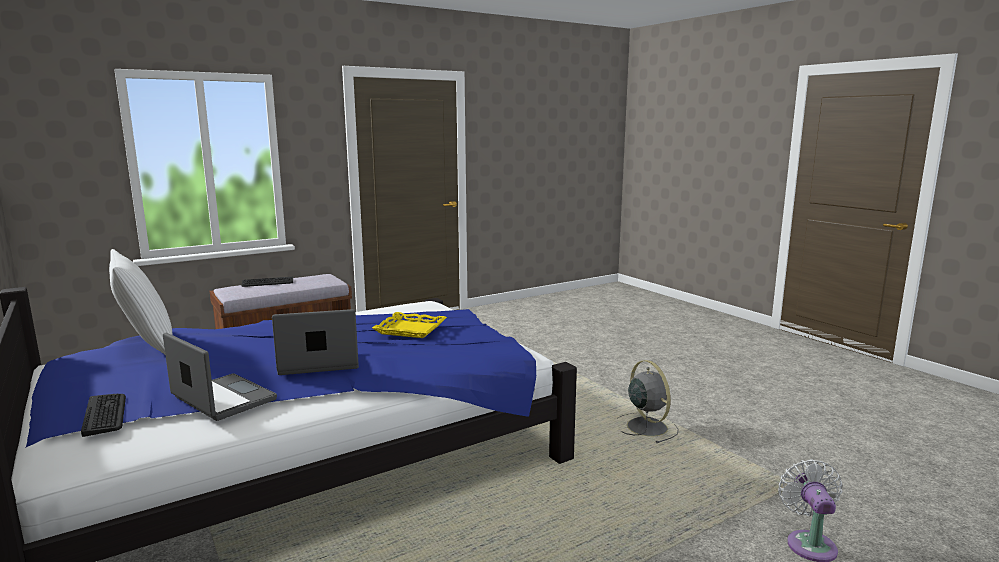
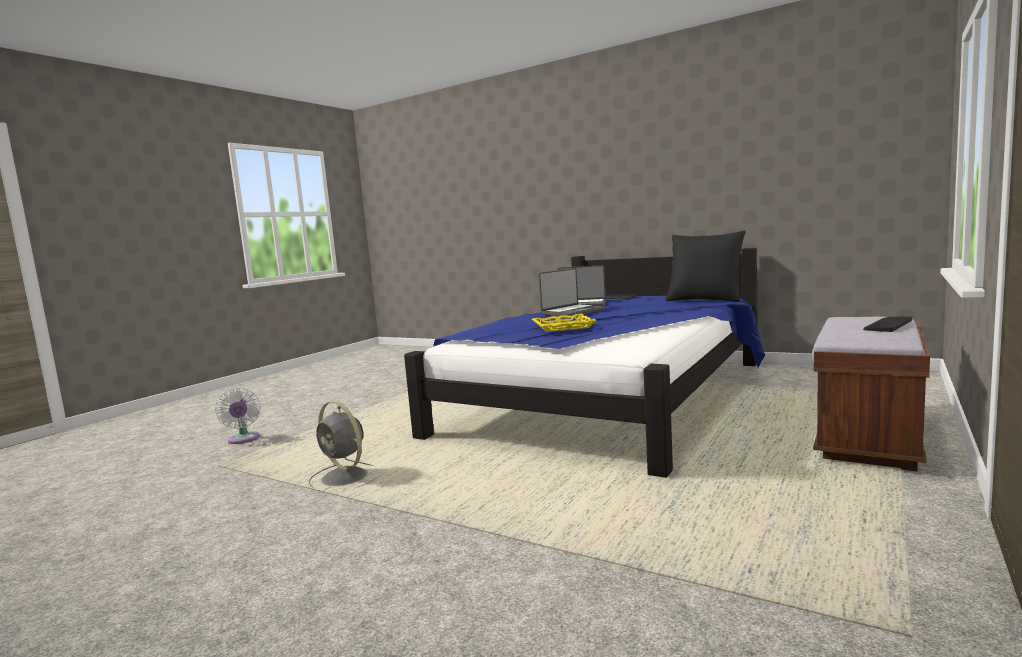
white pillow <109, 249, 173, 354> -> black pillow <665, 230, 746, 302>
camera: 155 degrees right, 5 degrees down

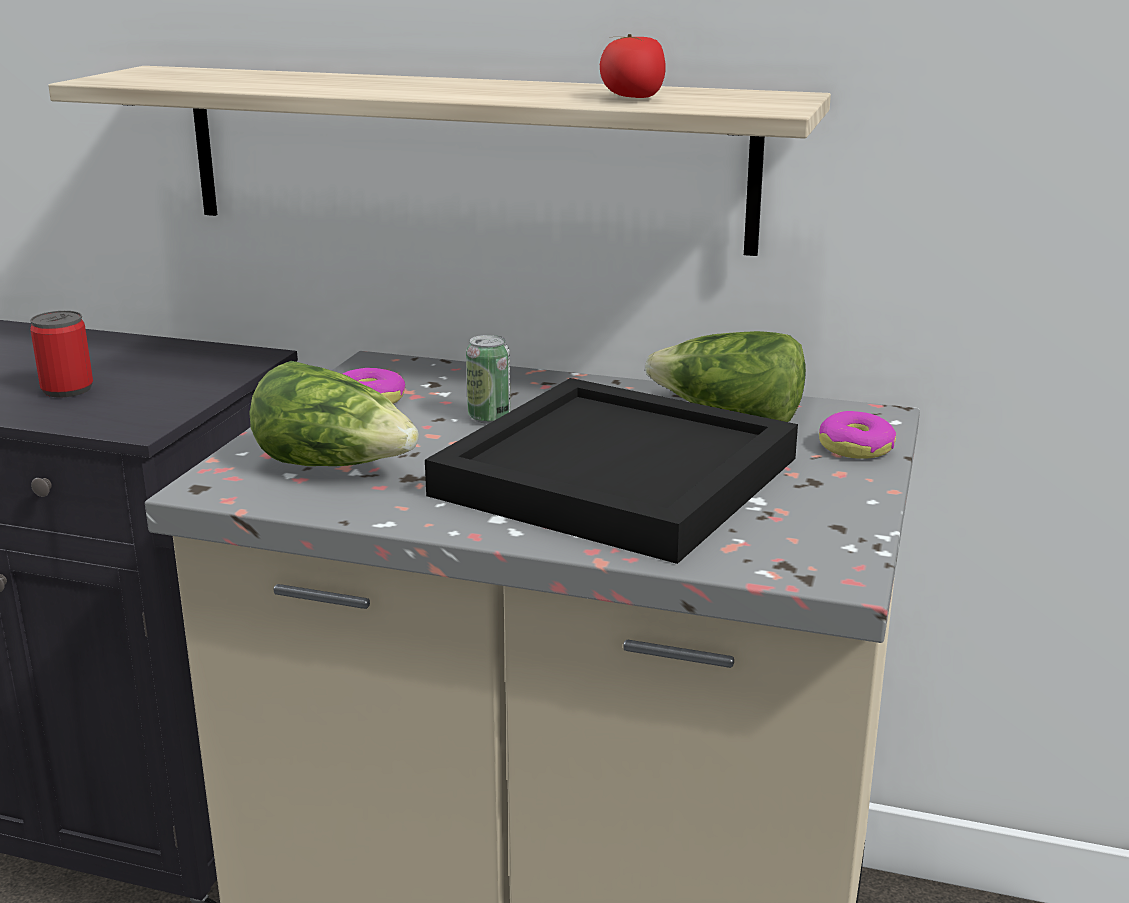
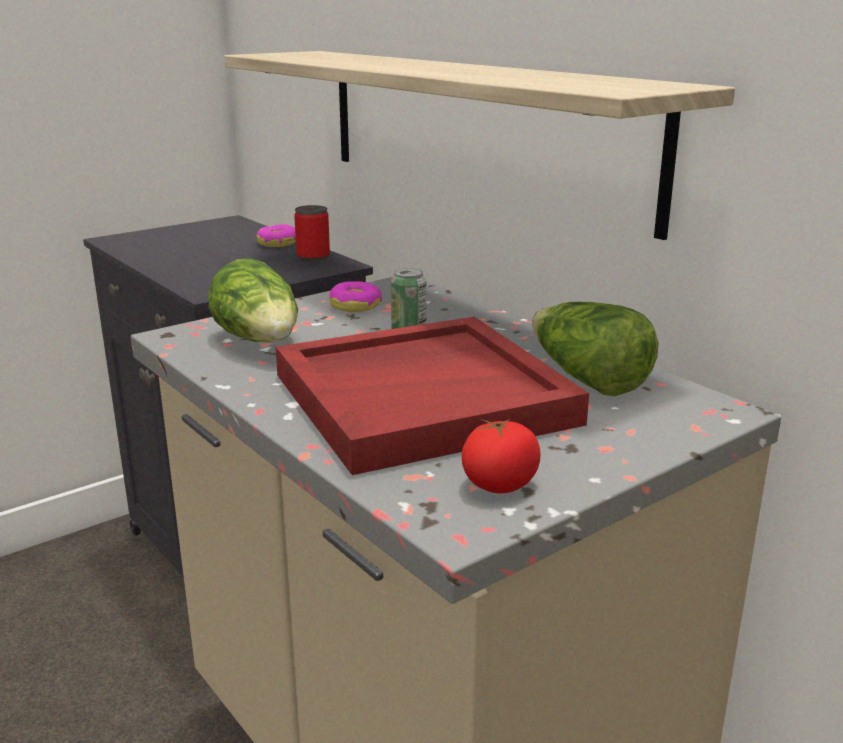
can <30, 311, 93, 398> -> can <294, 205, 330, 262>, move
black tray <425, 378, 798, 564> -> red tray <276, 317, 589, 475>
tomato <600, 34, 666, 98> -> tomato <461, 419, 540, 493>, move
donut <819, 411, 896, 459> -> donut <256, 224, 296, 247>, move
camera: 35 degrees right, 0 degrees up

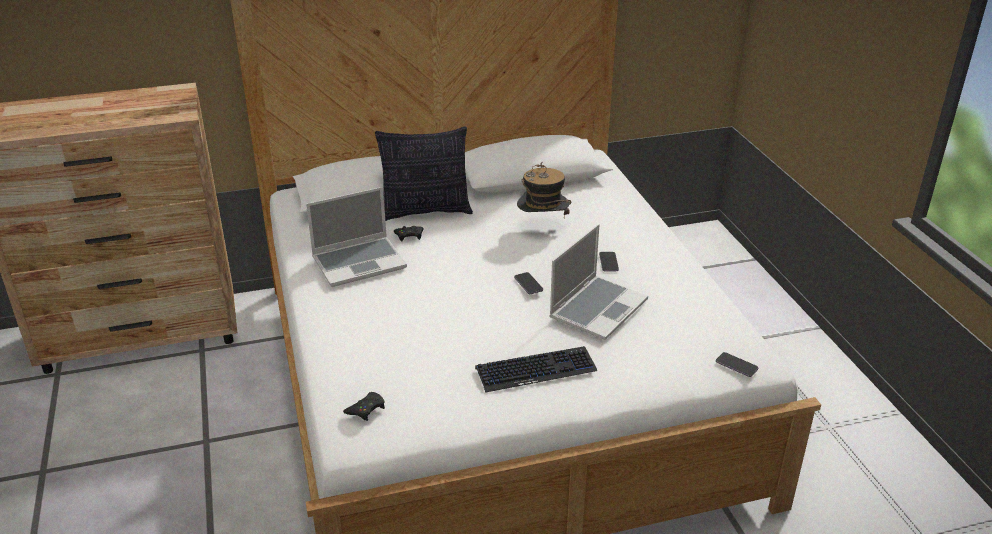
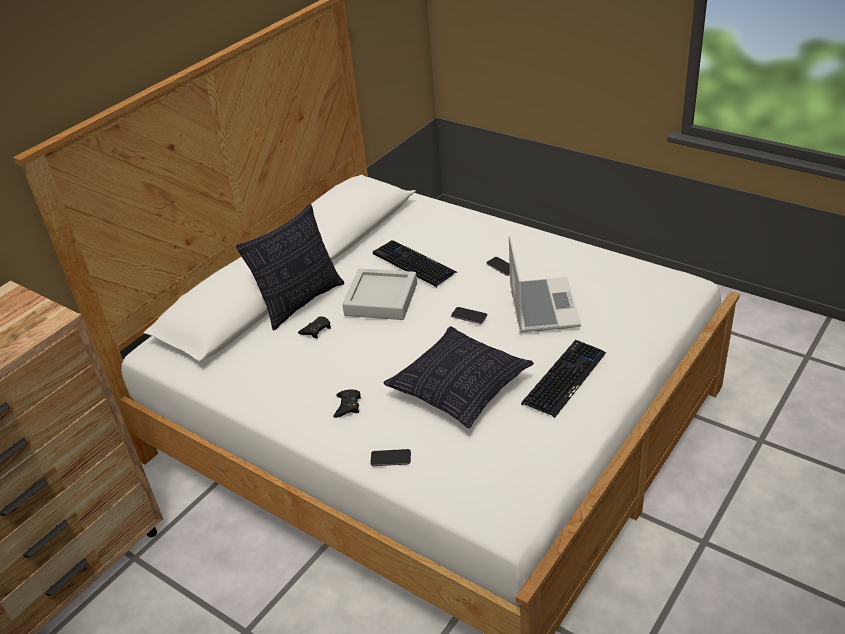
laptop <306, 187, 407, 287> -> none
black game controller <343, 392, 385, 421> -> black game controller <333, 390, 361, 418>, move
hat <517, 162, 571, 218> -> keyboard <373, 240, 457, 287>
phone <716, 352, 758, 377> -> phone <371, 449, 411, 466>, move
none -> grey tray <342, 268, 417, 320>
none -> pillow <383, 326, 534, 428>
camera: 35 degrees left, 5 degrees up

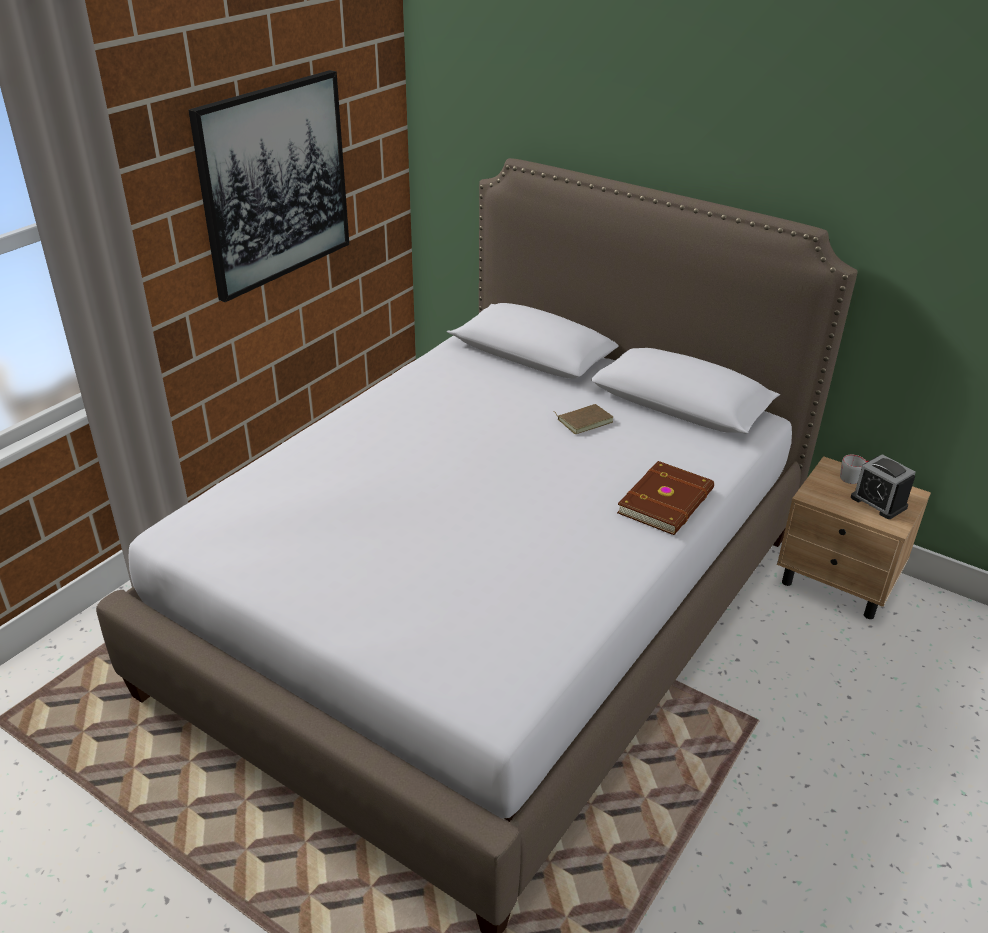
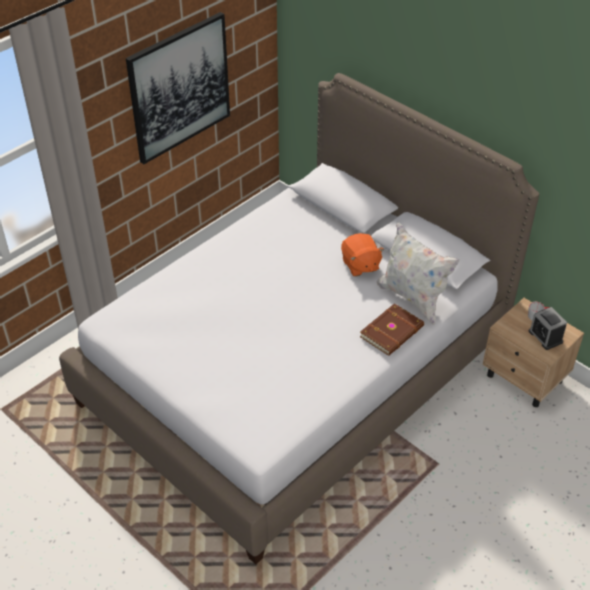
brown book <553, 404, 613, 434> -> orange plush toy <341, 233, 384, 276>
none -> white pillow <376, 222, 460, 325>
camera: 10 degrees right, 10 degrees up

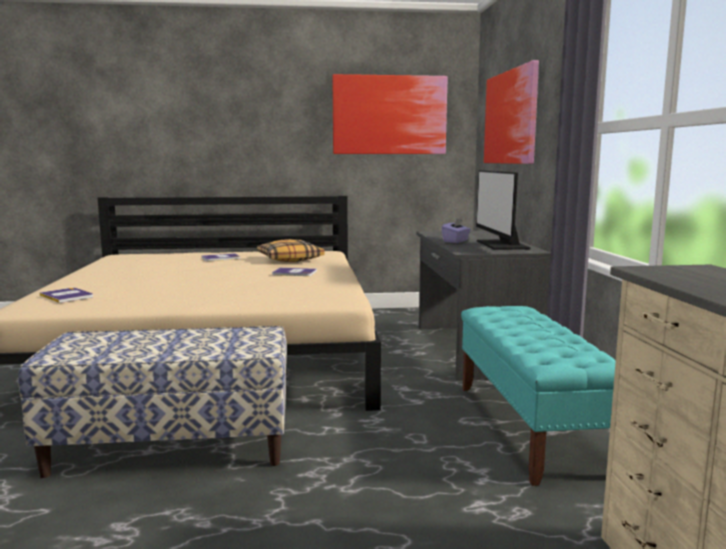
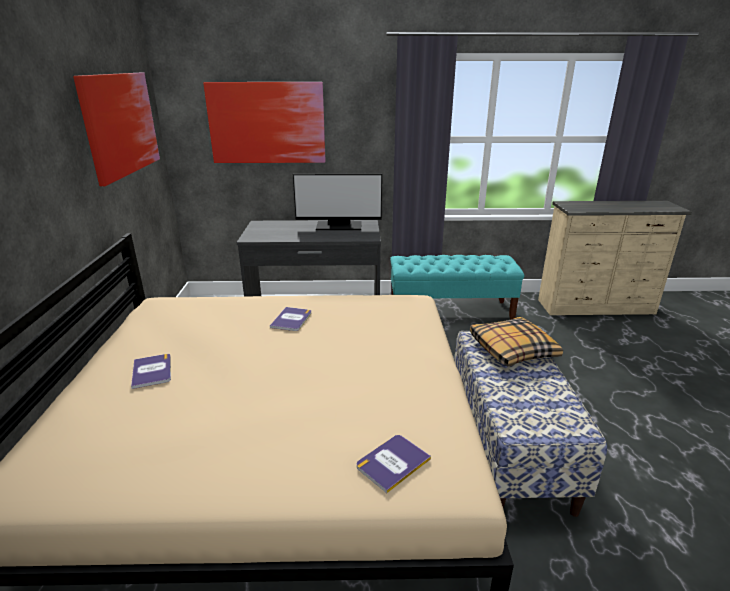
pillow <257, 239, 325, 262> -> pillow <470, 317, 563, 367>, move
purple tissue box <442, 218, 471, 243> -> none
camera: 85 degrees left, 15 degrees up

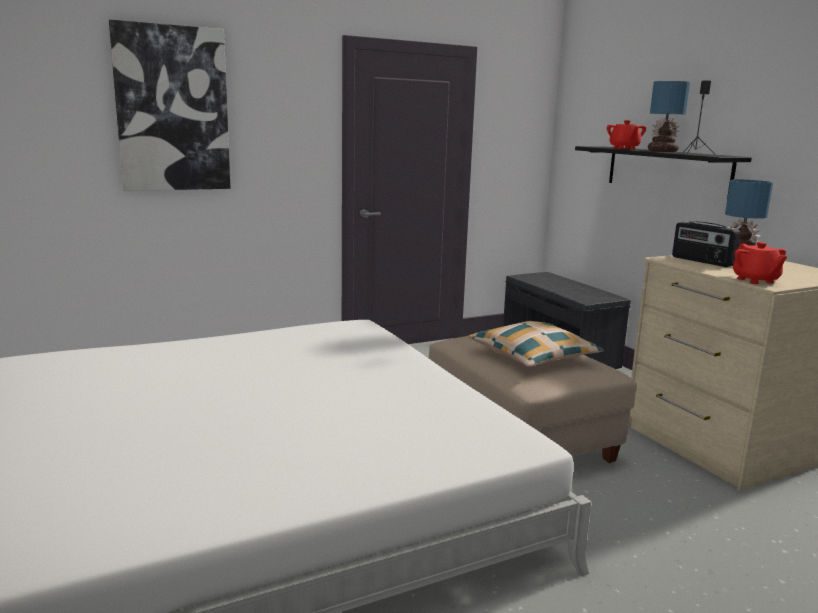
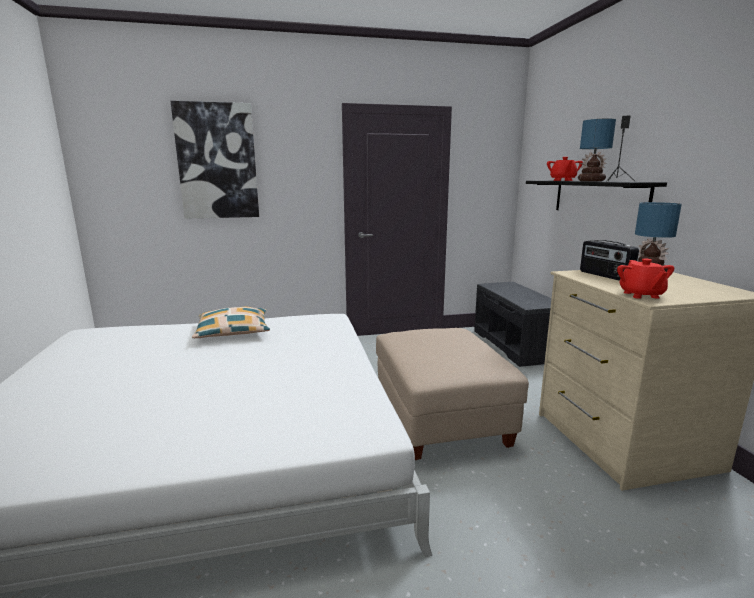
pillow <468, 321, 604, 367> -> pillow <192, 306, 270, 338>, move
camera: 15 degrees right, 0 degrees up

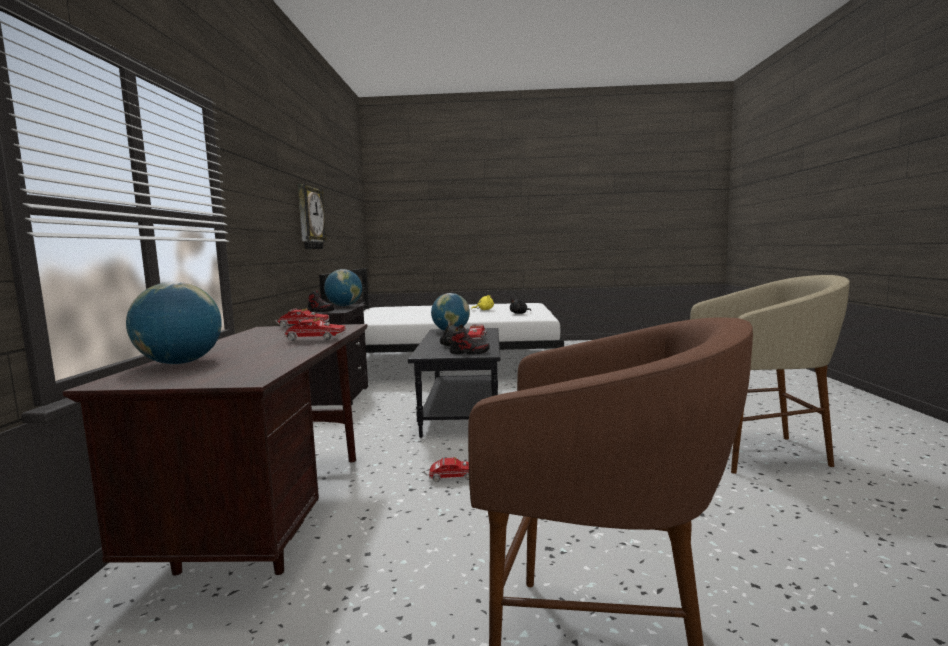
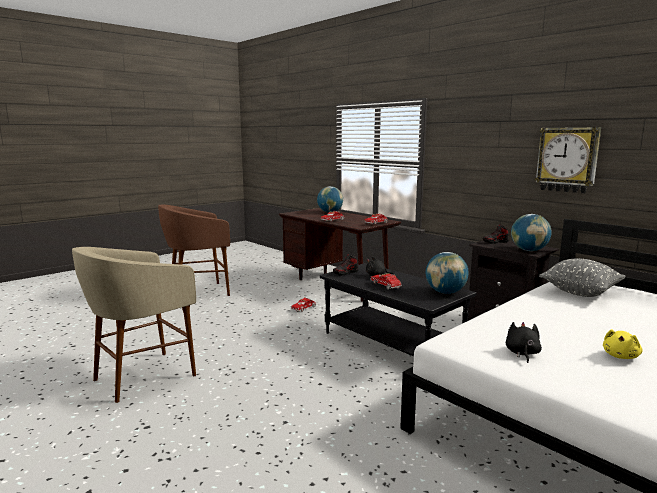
none -> grey pillow <539, 258, 626, 297>
camera: 135 degrees right, 5 degrees up

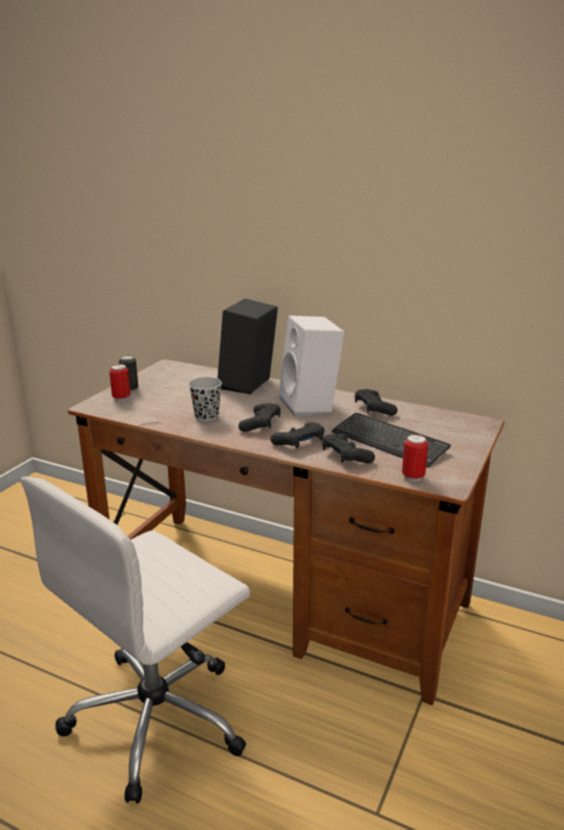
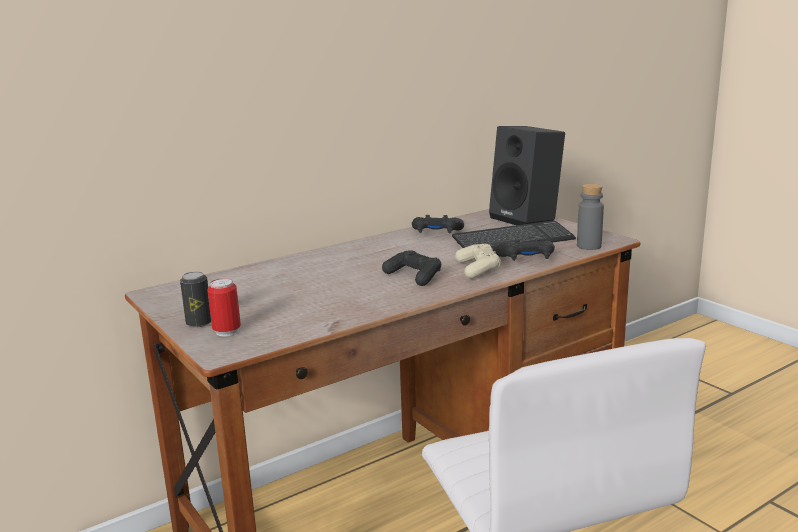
black cup <189, 377, 222, 421> -> none
black speaker <217, 299, 278, 394> -> black speaker <489, 126, 565, 225>, move
black game controller <271, 422, 324, 449> -> beige game controller <455, 244, 501, 279>
white speaker <279, 315, 344, 417> -> none
can <402, 434, 428, 482> -> grey bottle <577, 184, 604, 250>
camera: 60 degrees left, 5 degrees down

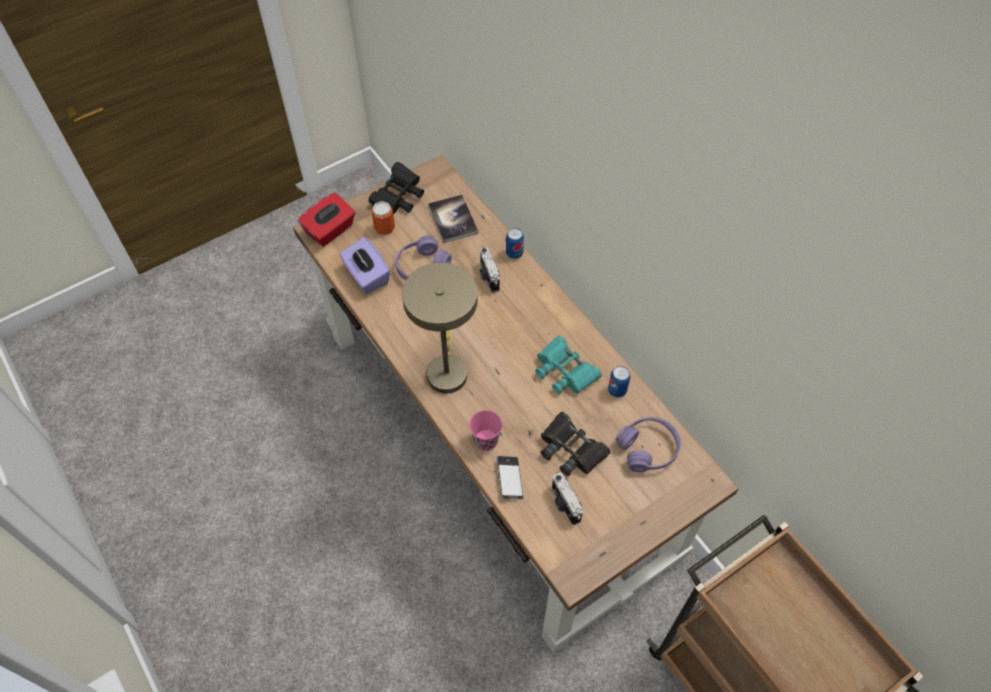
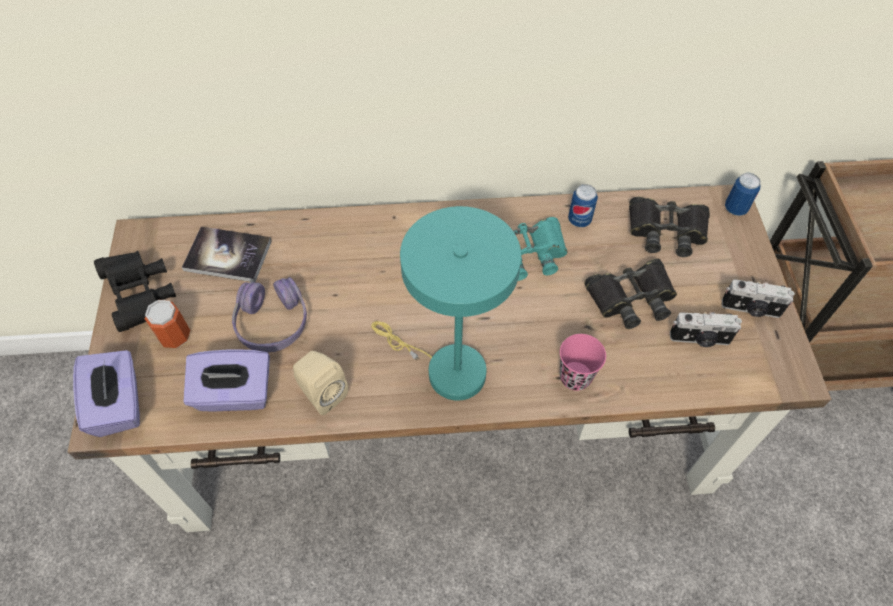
red tissue box <298, 193, 355, 246> -> purple tissue box <73, 350, 140, 437>
beige table lamp <402, 263, 478, 393> -> turquoise table lamp <371, 206, 521, 401>
photo camera <480, 247, 500, 293> -> photo camera <722, 279, 795, 318>, move
phone <497, 456, 523, 500> -> none
can <506, 228, 524, 259> -> can <725, 173, 761, 216>, move
purple headphones <615, 417, 681, 472> -> black binoculars <629, 197, 710, 257>
none -> beige speaker <293, 351, 348, 415>
camera: 60 degrees left, 0 degrees up

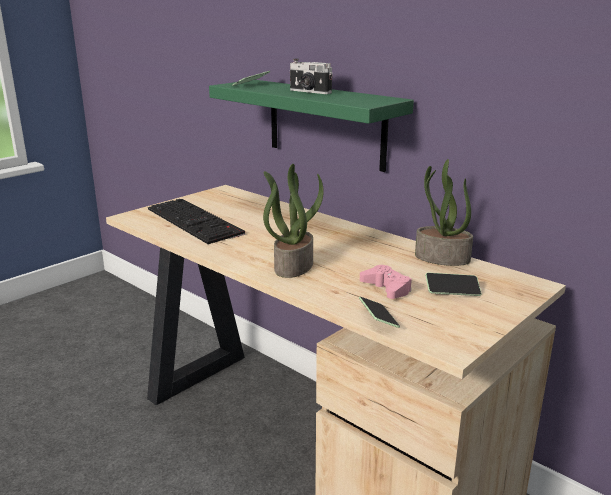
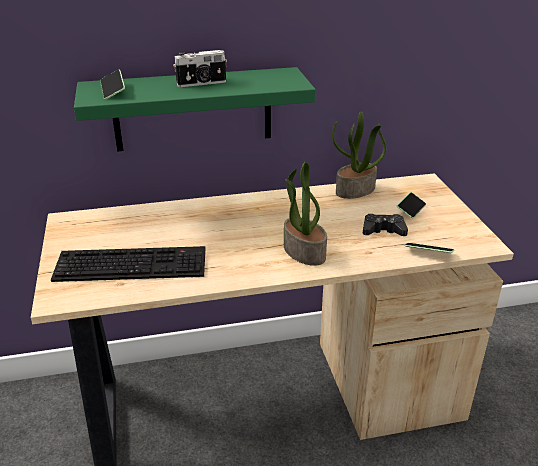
pink game controller <360, 265, 412, 299> -> black game controller <363, 214, 408, 236>
camera: 55 degrees left, 10 degrees up

